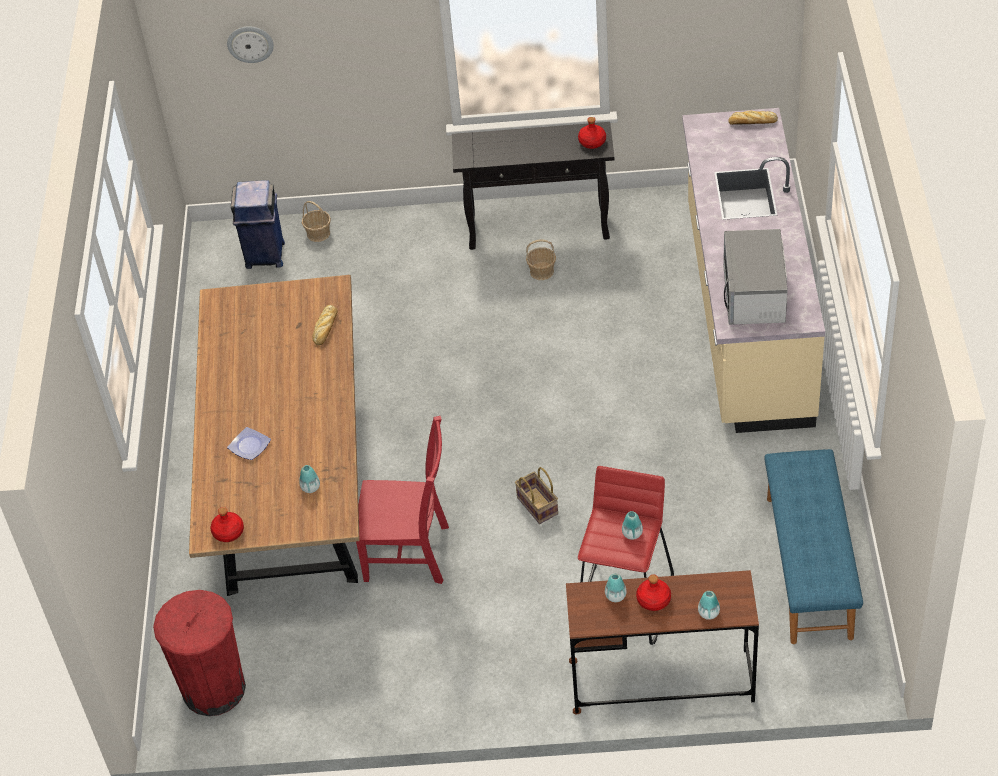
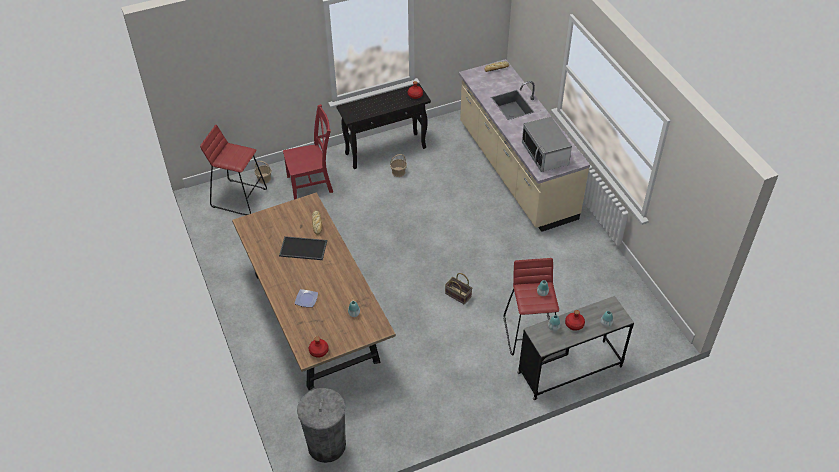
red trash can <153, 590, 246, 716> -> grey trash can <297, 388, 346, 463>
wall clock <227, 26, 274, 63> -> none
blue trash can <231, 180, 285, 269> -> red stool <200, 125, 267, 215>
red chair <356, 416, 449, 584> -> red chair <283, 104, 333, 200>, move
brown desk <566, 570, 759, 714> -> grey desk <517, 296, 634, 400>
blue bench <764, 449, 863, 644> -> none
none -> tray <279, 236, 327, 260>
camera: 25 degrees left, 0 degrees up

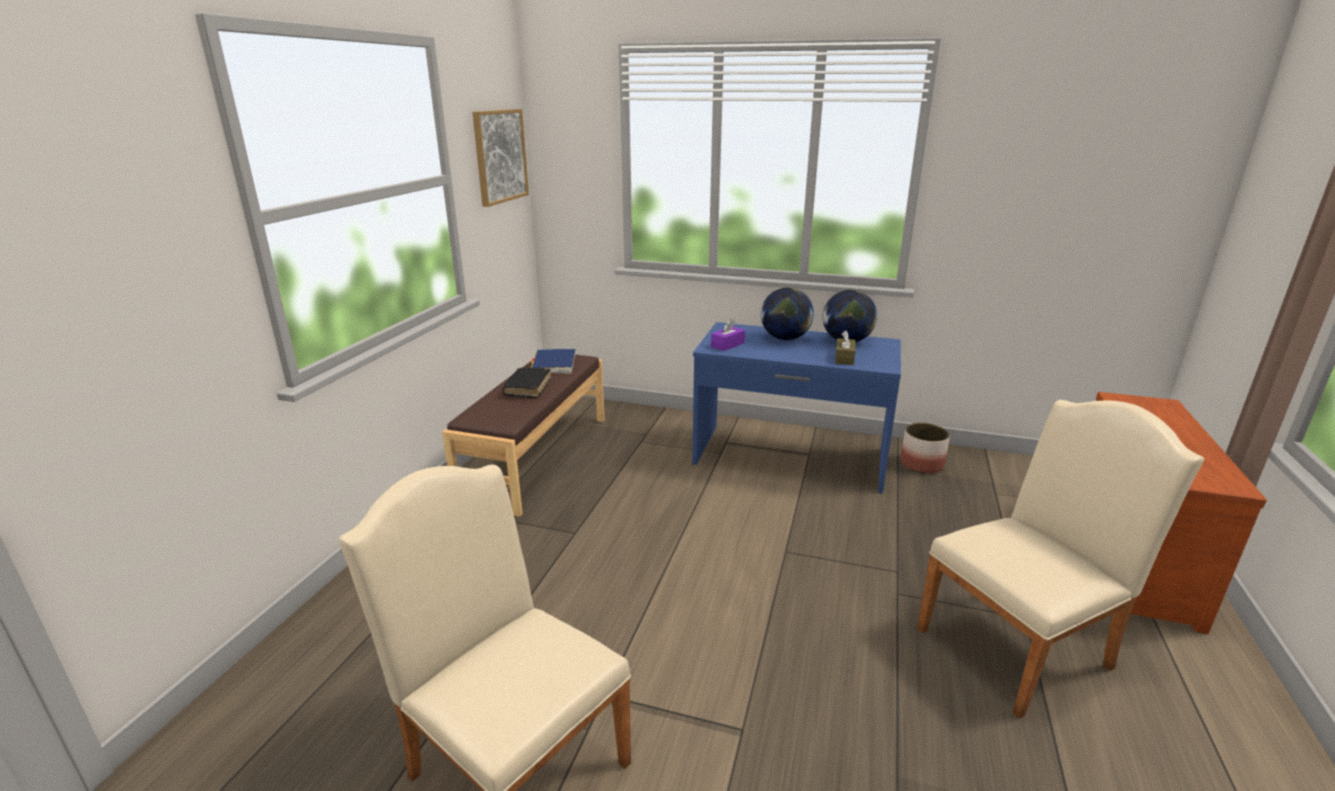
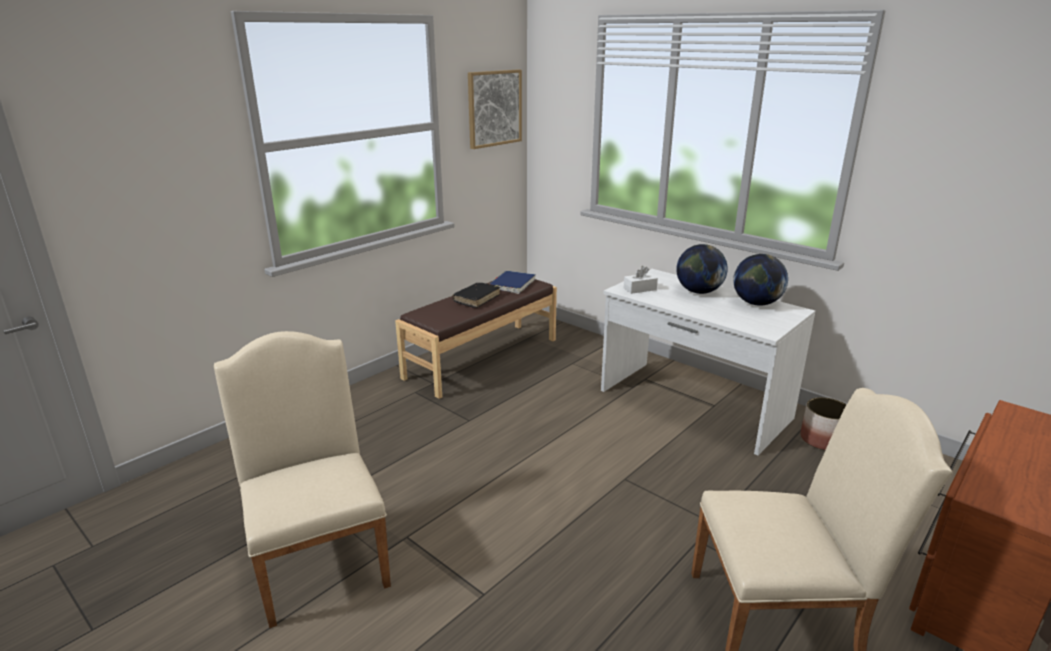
blue desk <692, 322, 901, 493> -> white desk <601, 269, 815, 455>
purple tissue box <711, 319, 745, 351> -> white tissue box <624, 266, 658, 294>
brown tissue box <835, 331, 855, 365> -> none
camera: 25 degrees right, 0 degrees up

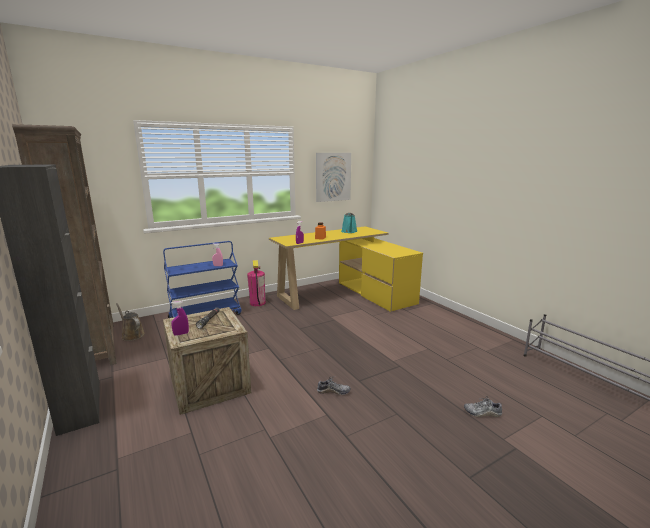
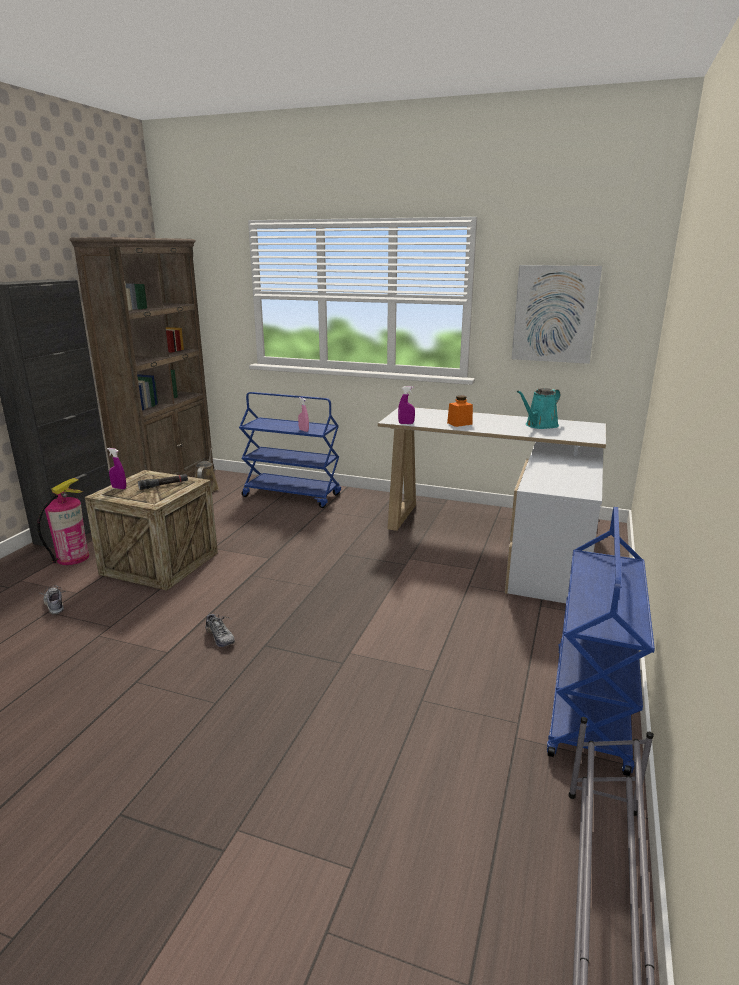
fire extinguisher <247, 260, 266, 306> -> fire extinguisher <37, 478, 89, 565>, move
yellow desk <269, 226, 423, 312> -> white desk <378, 407, 606, 603>
shoe <464, 396, 502, 417> -> shoe <40, 585, 66, 614>, move
none -> blue cart <547, 507, 655, 776>
camera: 50 degrees right, 5 degrees up

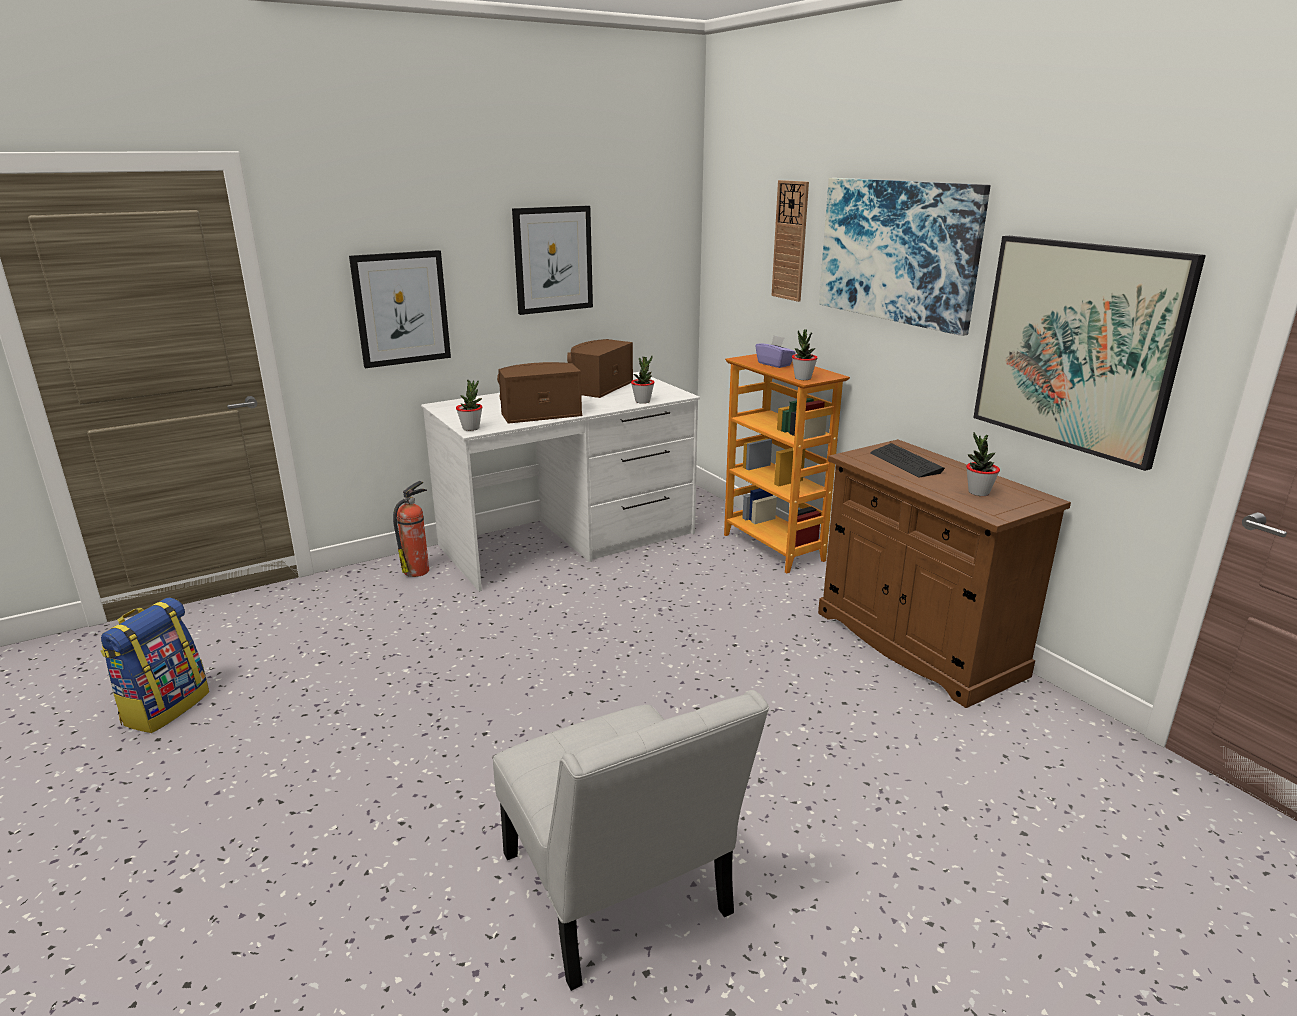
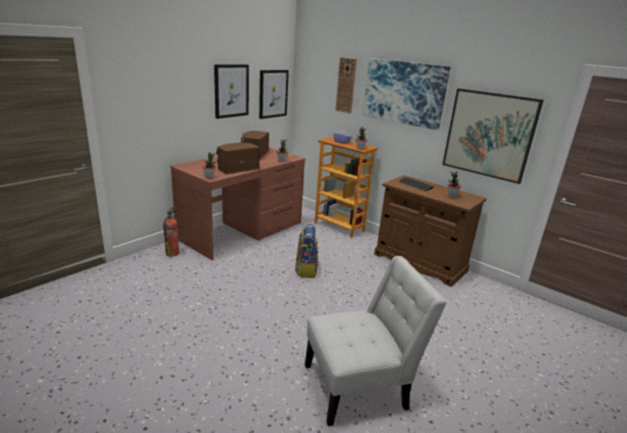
backpack <101, 598, 209, 733> -> backpack <295, 224, 318, 278>, move
picture <349, 250, 451, 368> -> picture <259, 70, 289, 119>, move
white desk <421, 372, 700, 592> -> brown desk <170, 147, 306, 260>
white chair <493, 690, 769, 991> -> white chair <305, 256, 447, 426>, 60 degrees counterclockwise
camera: 20 degrees left, 0 degrees up

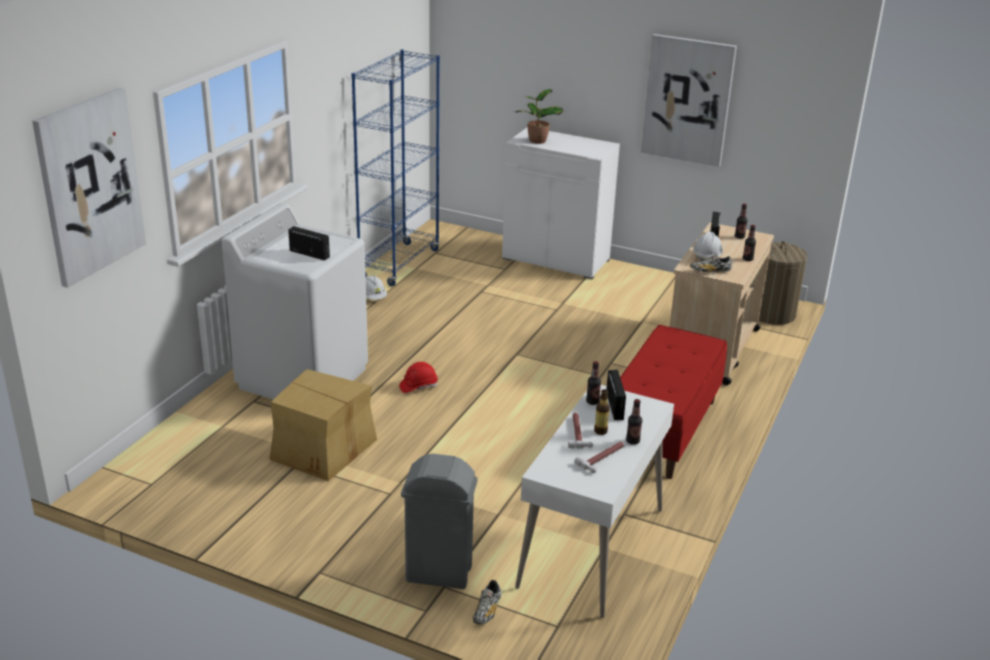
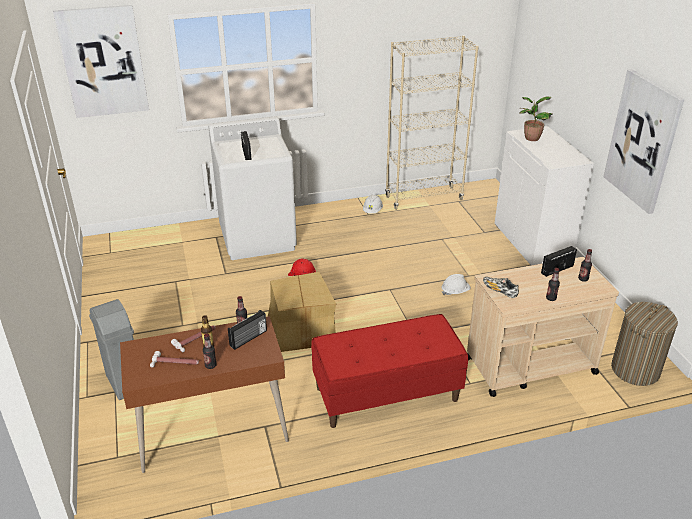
cardboard box <269, 369, 377, 481> -> cardboard box <268, 272, 336, 352>, move
blue bookcase <351, 49, 440, 286> -> beige bookcase <385, 35, 479, 210>
shoe <473, 580, 502, 625> -> none
white desk <515, 385, 674, 618> -> brown desk <120, 316, 289, 473>
white hard hat <693, 232, 723, 261> -> white hard hat <442, 274, 471, 295>, move
camera: 50 degrees right, 5 degrees up

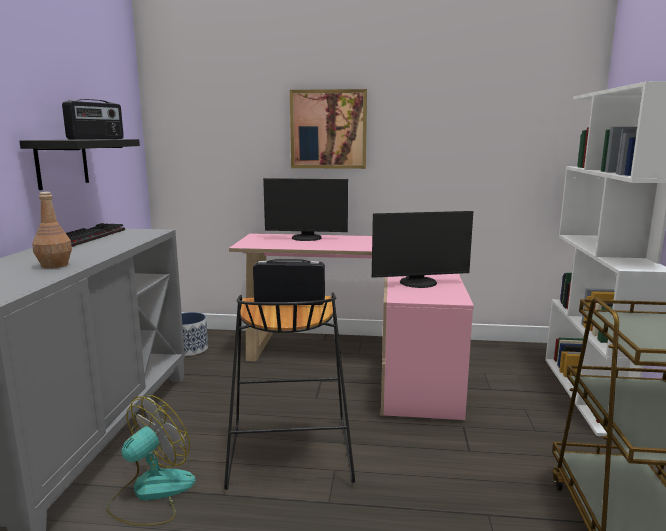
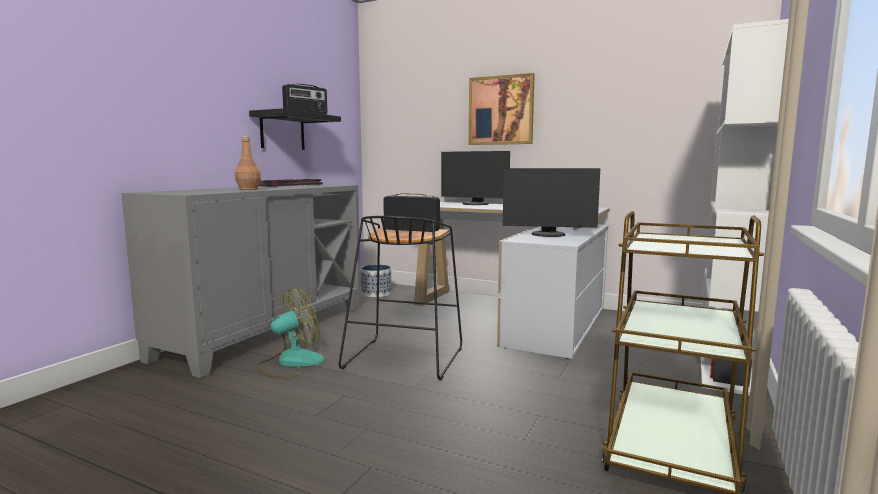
pink desk <229, 233, 474, 420> -> white desk <414, 202, 610, 359>
camera: 20 degrees right, 5 degrees down

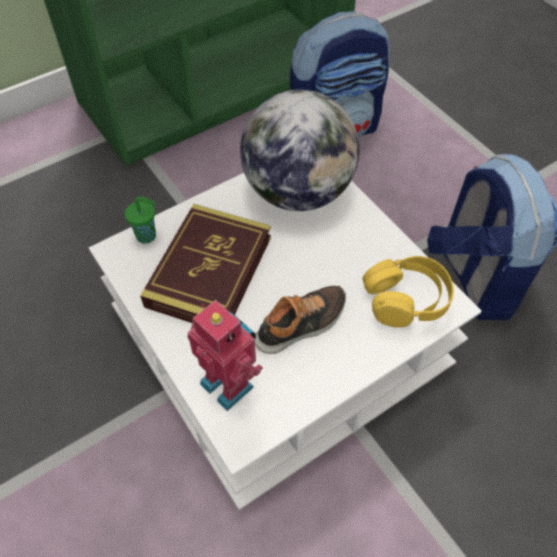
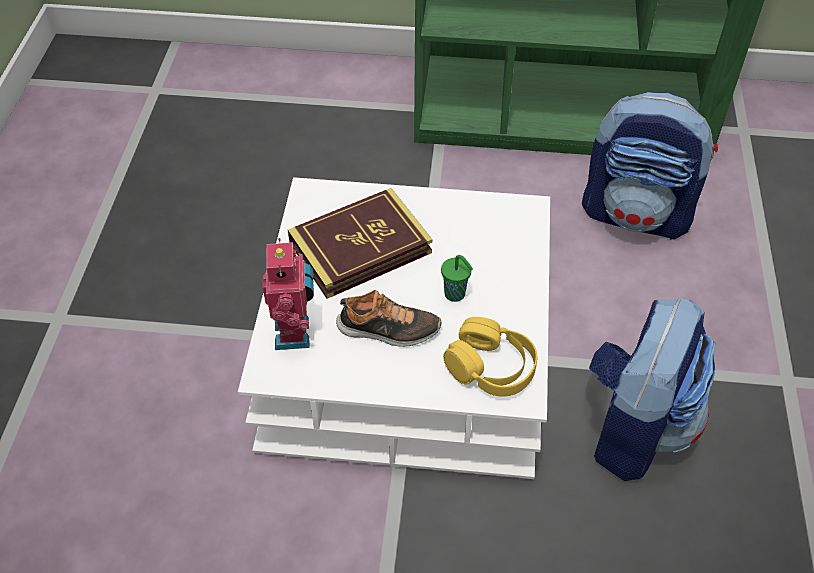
green cup <125, 197, 156, 244> -> green cup <441, 255, 473, 302>, move
globe <240, 90, 359, 211> -> none
camera: 40 degrees right, 5 degrees down

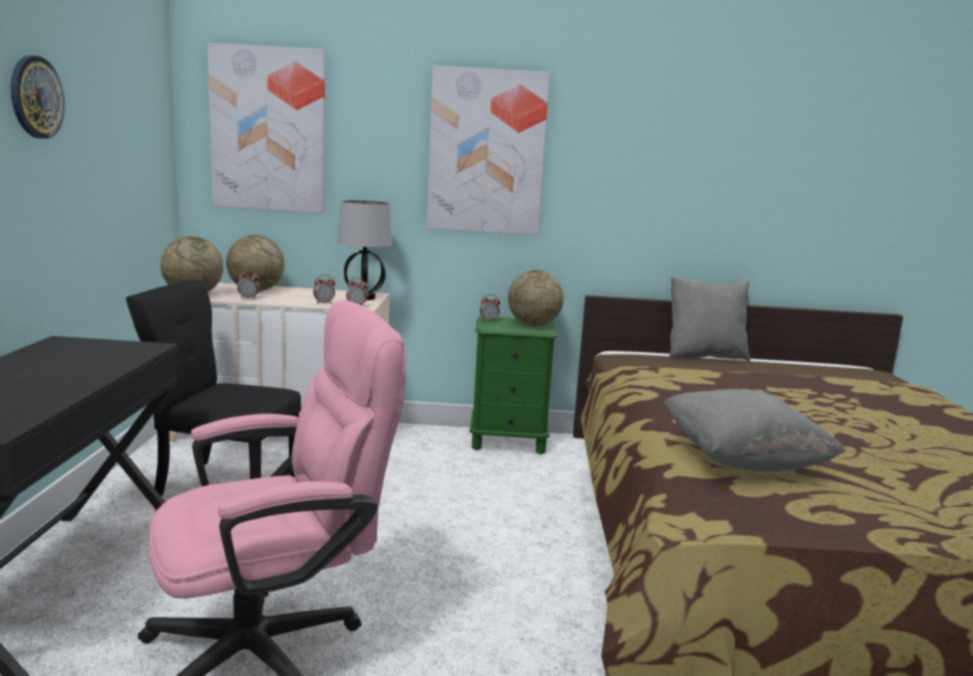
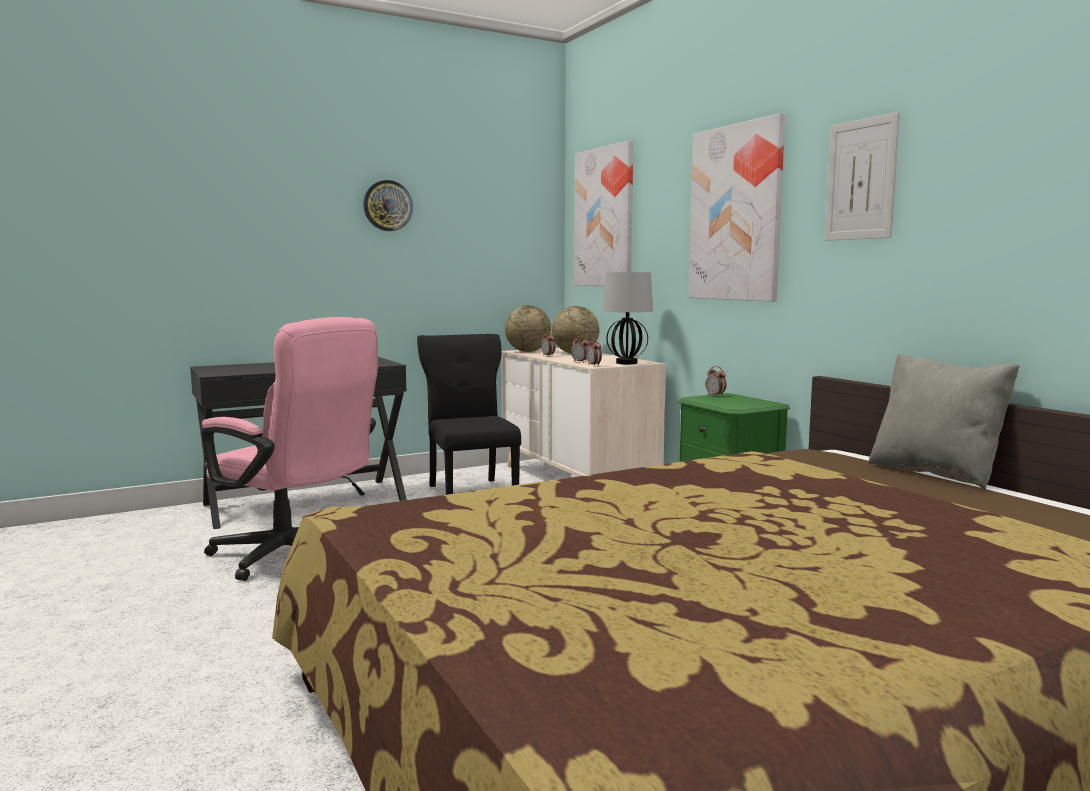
globe <508, 270, 564, 326> -> none
grey pillow <664, 389, 846, 471> -> none
none -> picture <825, 112, 900, 241>
camera: 60 degrees right, 5 degrees down

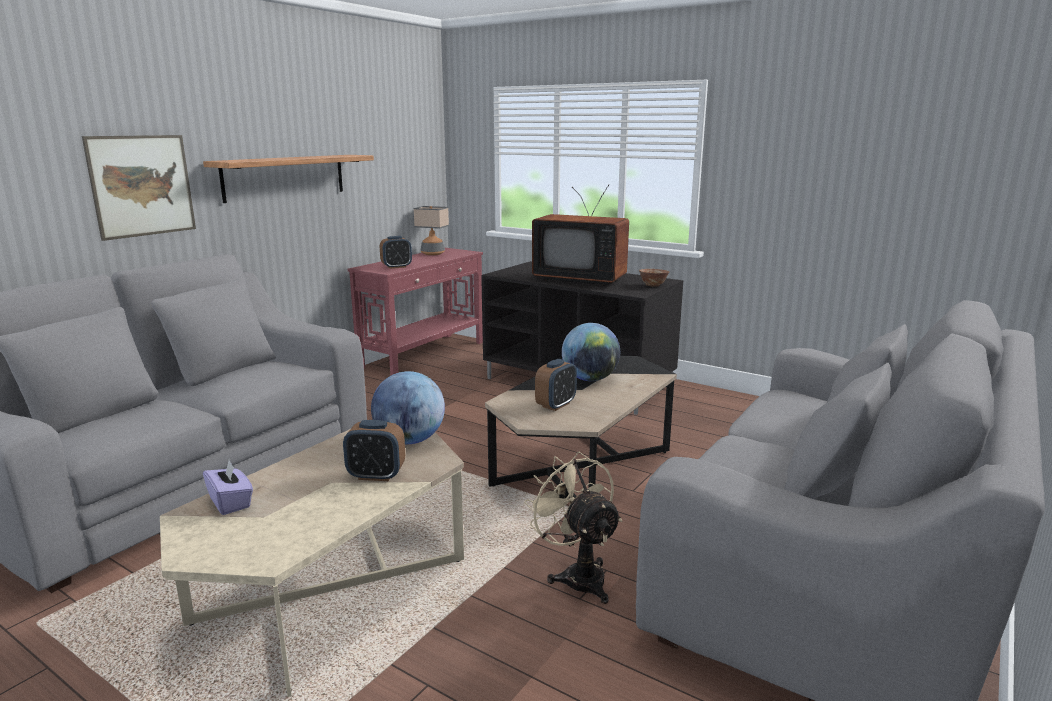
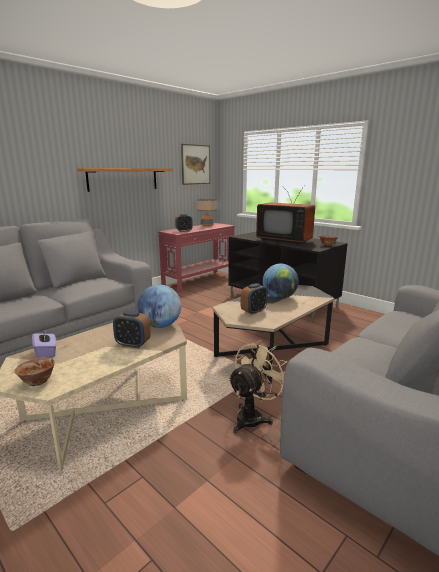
picture <82, 135, 196, 241> -> picture <181, 144, 210, 185>, move
beige fan <524, 452, 622, 604> -> beige fan <228, 340, 288, 433>, 60 degrees clockwise
none -> bowl <14, 357, 55, 386>
camera: 10 degrees right, 0 degrees up

